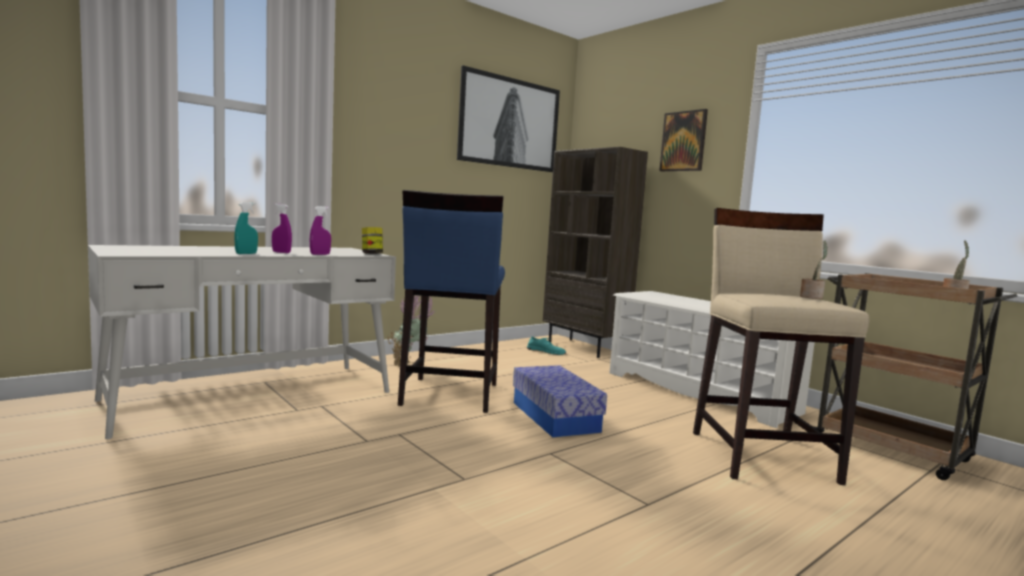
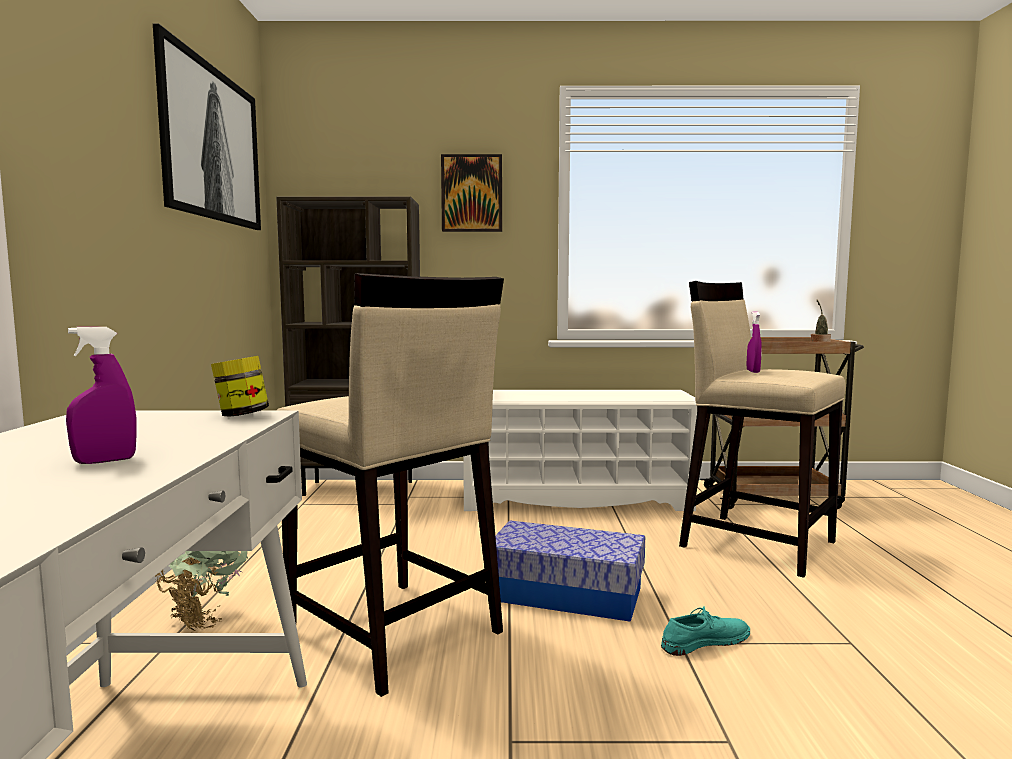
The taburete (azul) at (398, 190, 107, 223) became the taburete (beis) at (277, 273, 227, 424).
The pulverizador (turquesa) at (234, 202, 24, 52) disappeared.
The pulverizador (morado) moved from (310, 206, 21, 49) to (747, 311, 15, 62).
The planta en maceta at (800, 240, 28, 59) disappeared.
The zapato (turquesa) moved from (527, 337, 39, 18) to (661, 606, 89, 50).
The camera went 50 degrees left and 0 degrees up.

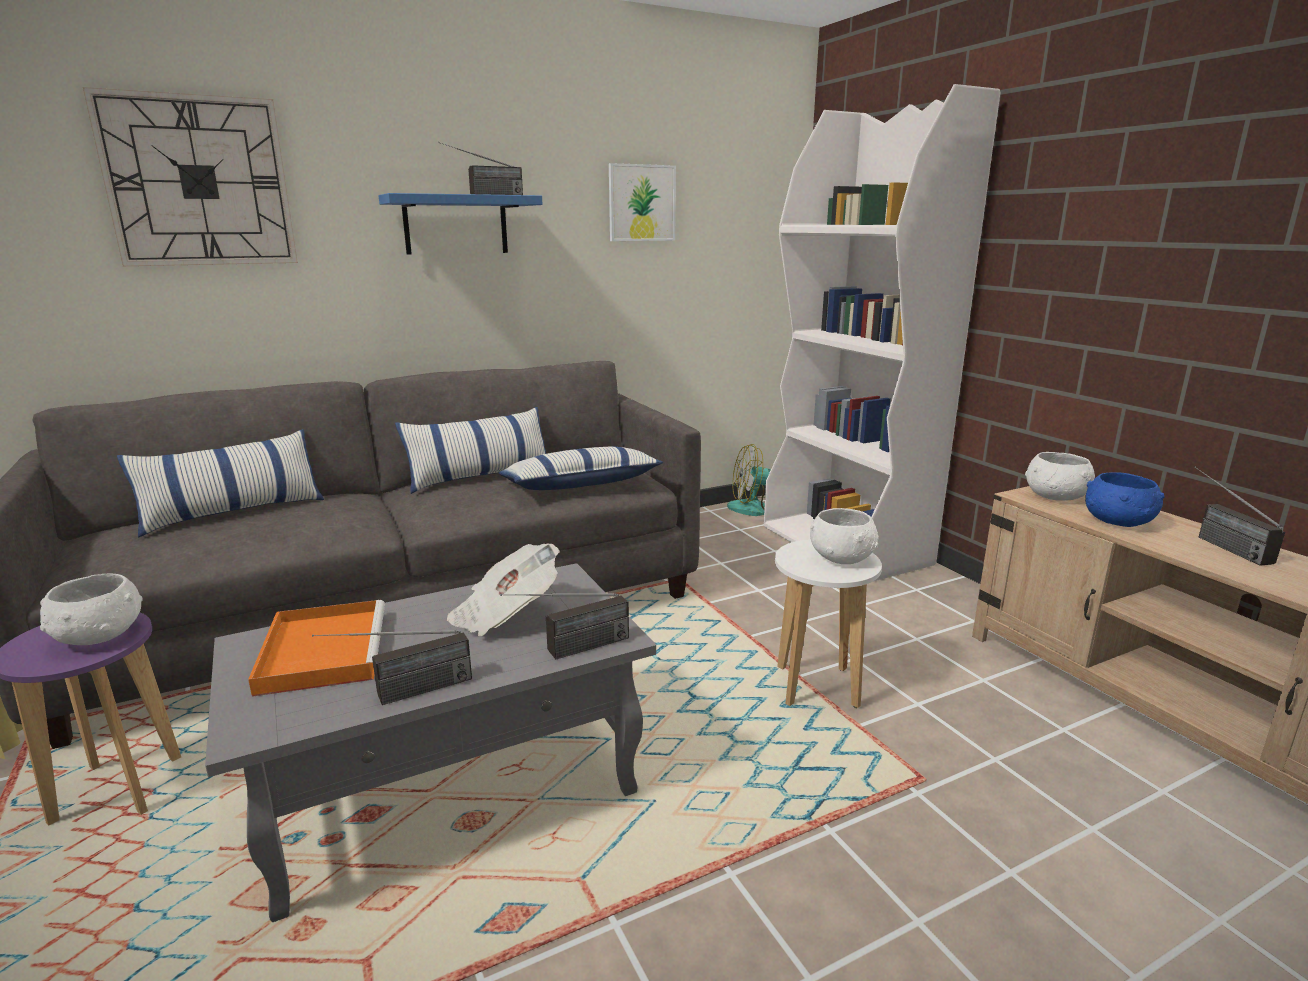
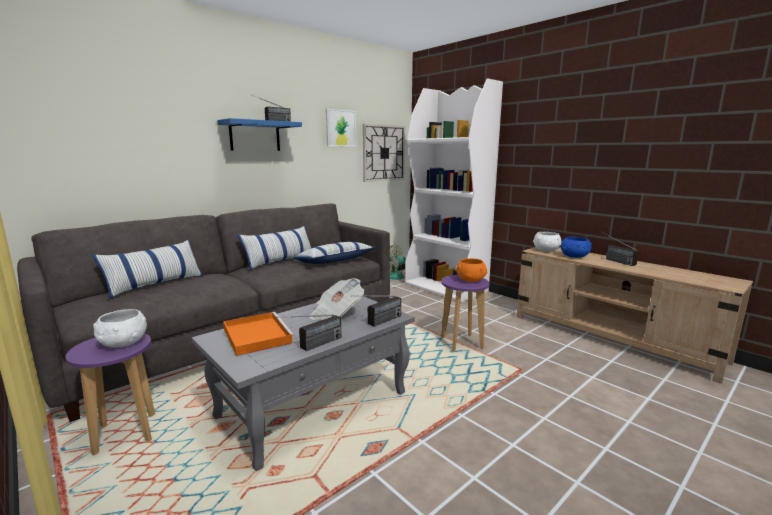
The reloj de pared moved from (83, 87, 215, 179) to (363, 124, 42, 58).
The cuenco (blanco) at (810, 508, 69, 56) became the cuenco (naranja) at (456, 258, 31, 24).
The taburete (blanco) at (775, 539, 107, 169) became the taburete (morado) at (441, 275, 49, 76).
The camera went 15 degrees left and 5 degrees down.

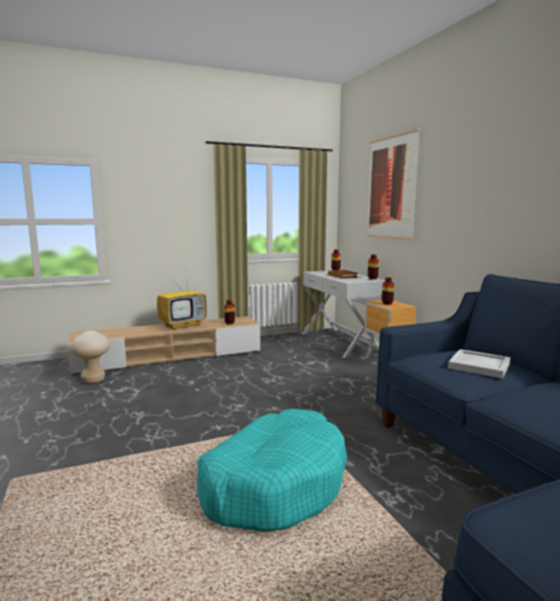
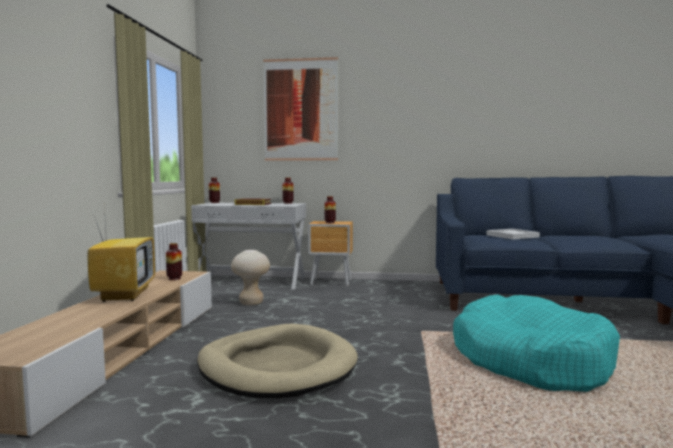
The taburete (beis) moved from (70, 331, 40, 53) to (231, 250, 39, 55).
The cama para perro (beis) at (197, 323, 161, 75) appeared.
The camera went 60 degrees left and 5 degrees down.

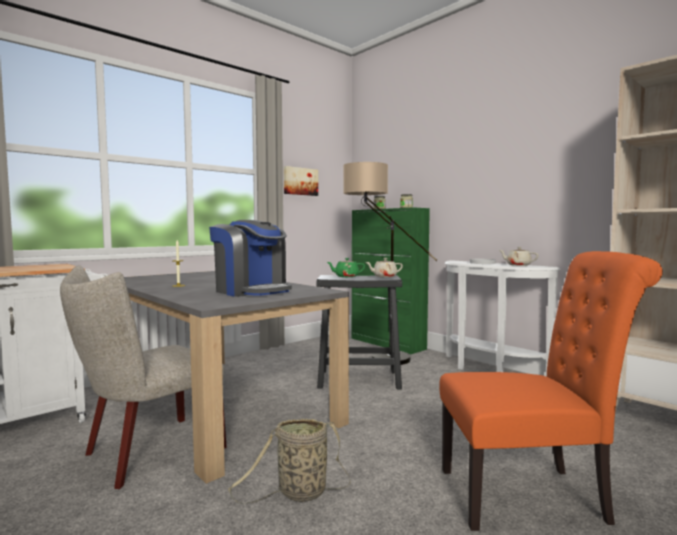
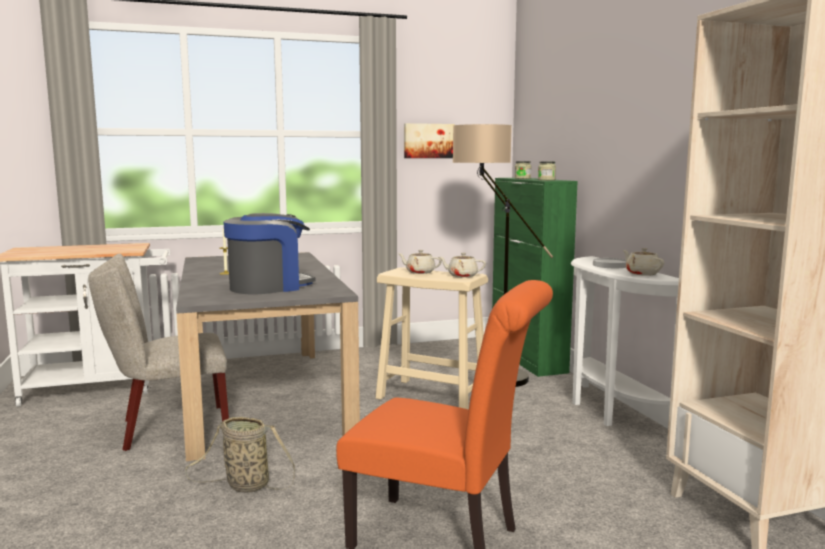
The cafetera at (209, 220, 83, 77) turned 105 degrees counterclockwise.
The tetera (verde) at (327, 258, 38, 19) became the tetera (beis) at (398, 250, 44, 24).
The taburete (negro) at (317, 275, 85, 114) became the taburete (beis) at (375, 267, 113, 143).
The camera went 25 degrees right and 5 degrees up.

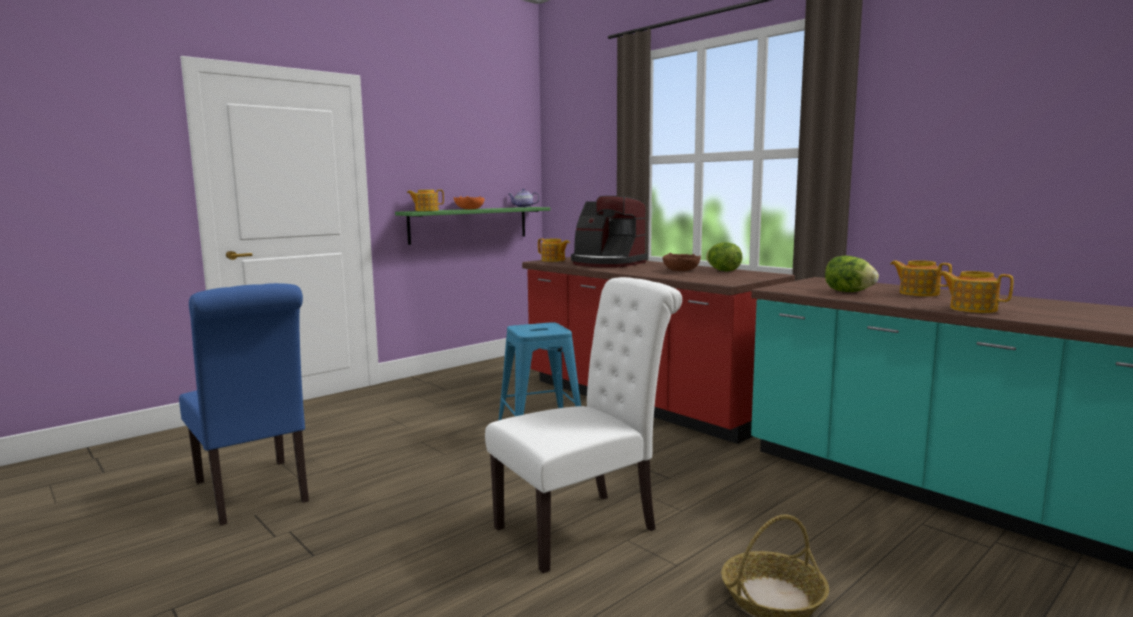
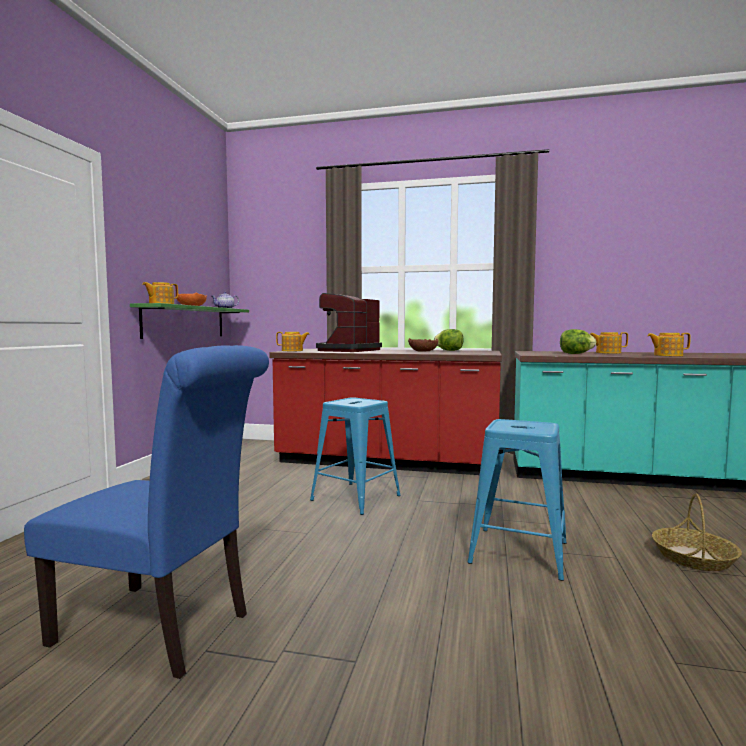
The cafetera at (571, 196, 77, 72) turned 120 degrees clockwise.
The silla (blanco) at (485, 277, 197, 296) was replaced by the taburete (azul) at (467, 419, 100, 162).
The camera went 35 degrees left and 5 degrees down.

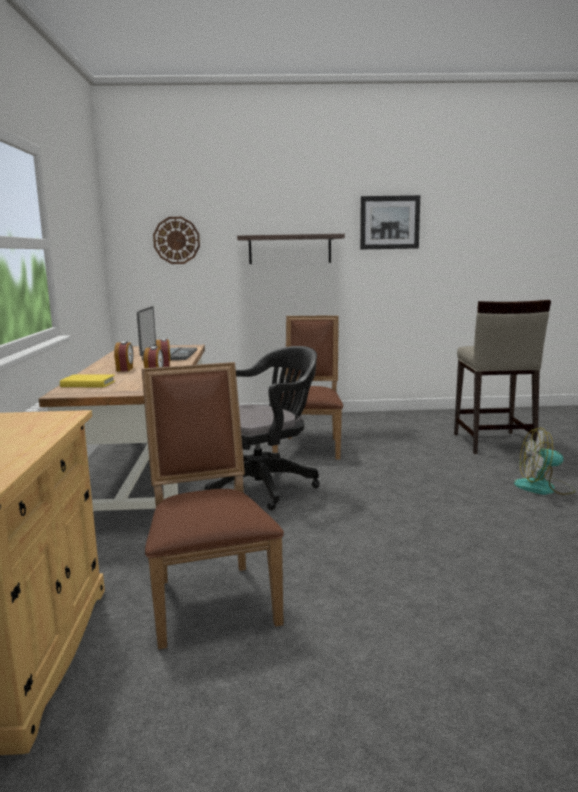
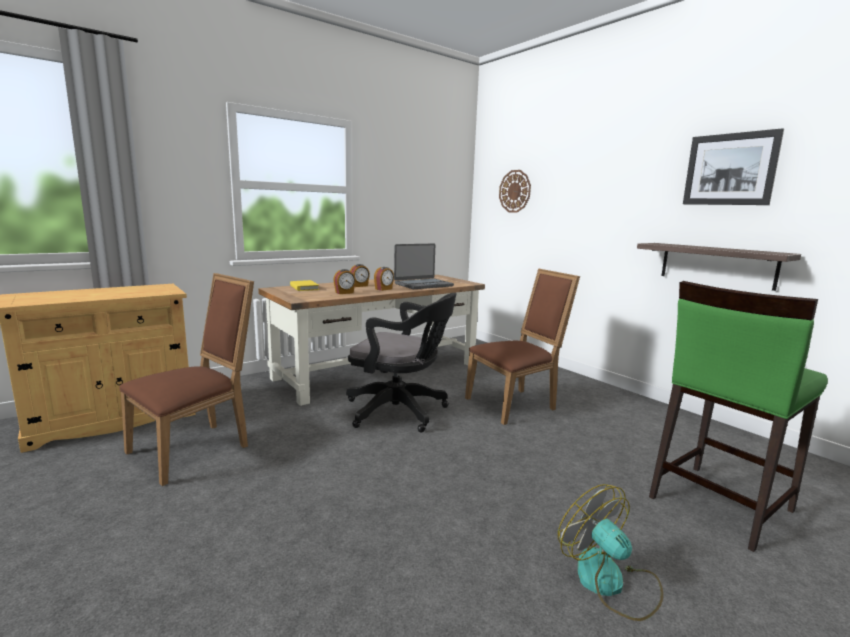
The estante moved from (237, 234, 108, 30) to (637, 243, 164, 48).
The taburete (beis) at (454, 300, 97, 154) became the taburete (verde) at (649, 281, 179, 271).
The camera went 55 degrees right and 0 degrees up.

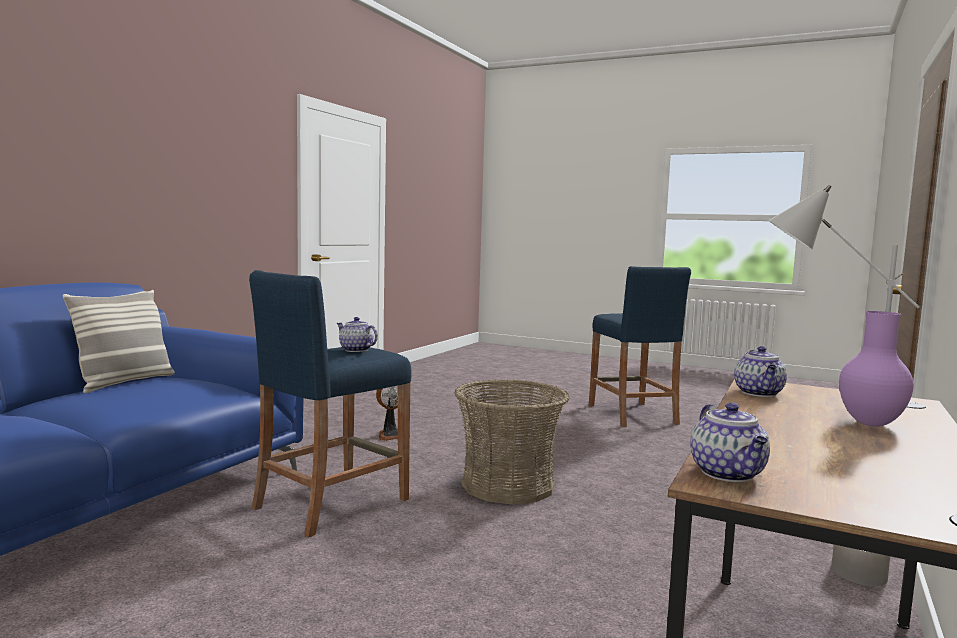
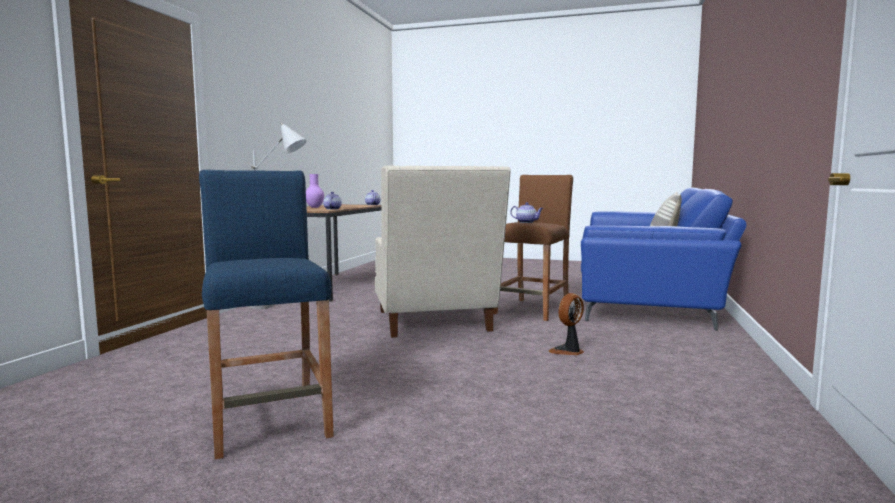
The taburete (azul) at (249, 270, 163, 268) became the taburete (marrón) at (493, 175, 80, 146).
The cesta at (454, 379, 115, 126) was replaced by the sillón (beis) at (375, 166, 135, 172).
The camera went 170 degrees right and 0 degrees up.

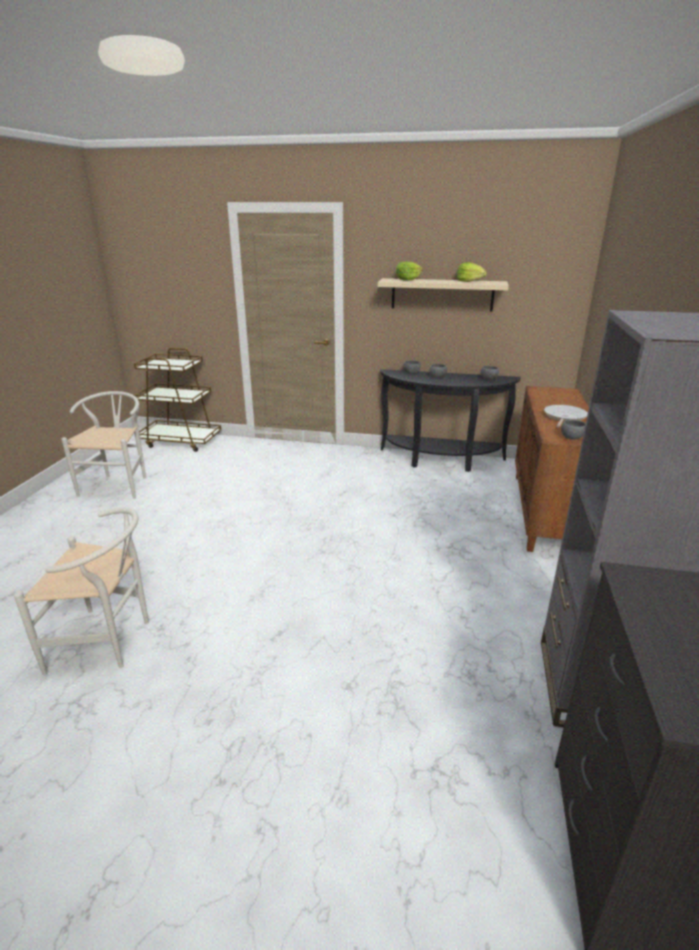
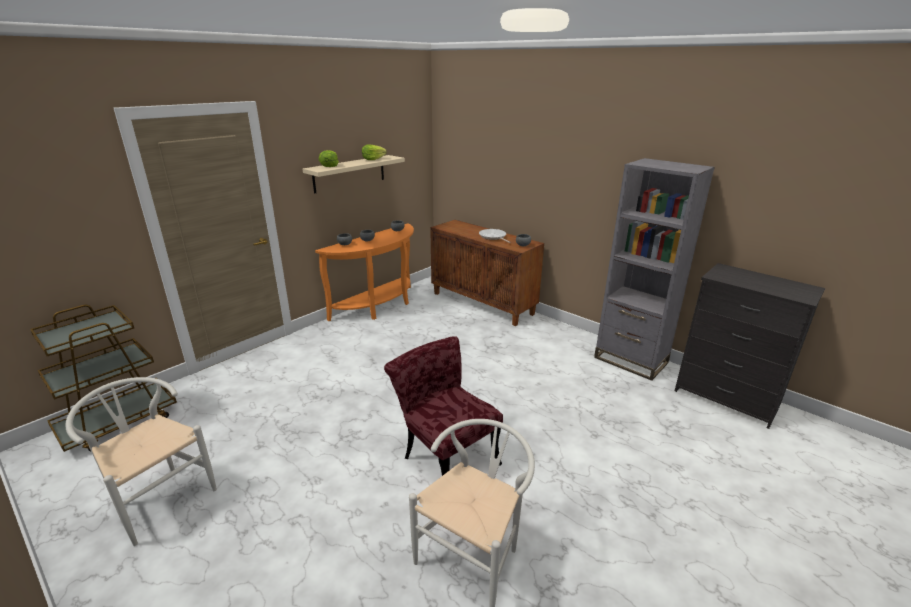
The mesa consola (negro) at (380, 369, 141, 103) became the mesa consola (naranja) at (315, 223, 99, 98).
The silla (rojo) at (384, 336, 119, 140) appeared.
The camera went 60 degrees left and 0 degrees up.

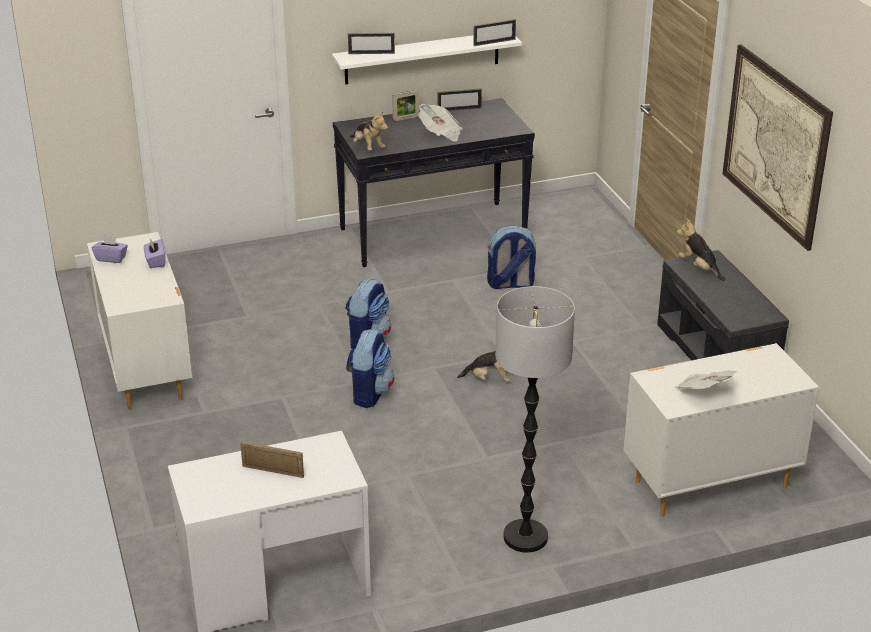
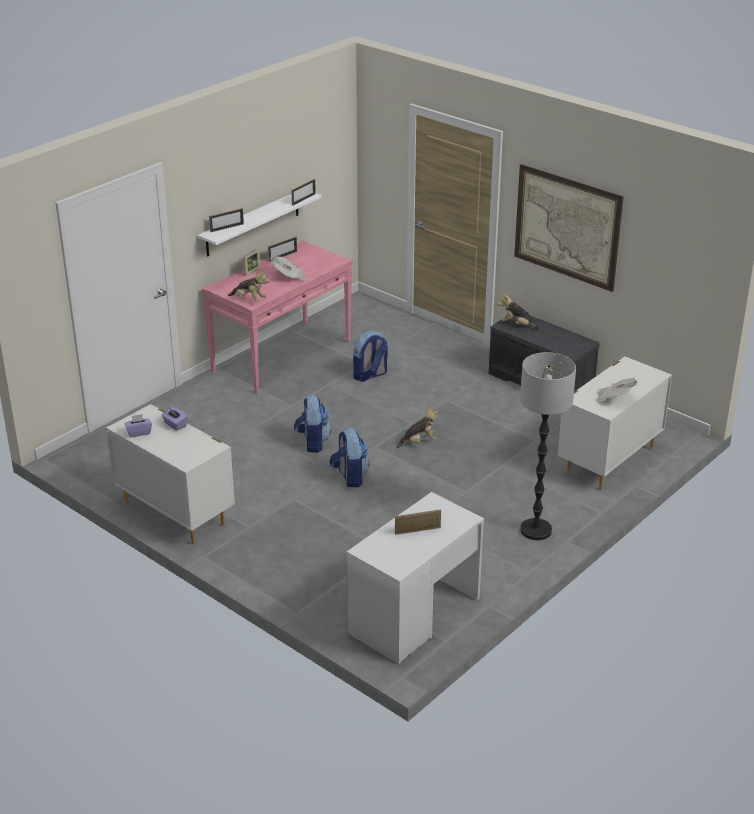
The mesa consola (negro) at (333, 98, 202, 169) became the mesa consola (rosa) at (202, 241, 151, 153).
The camera went 30 degrees left and 0 degrees up.

